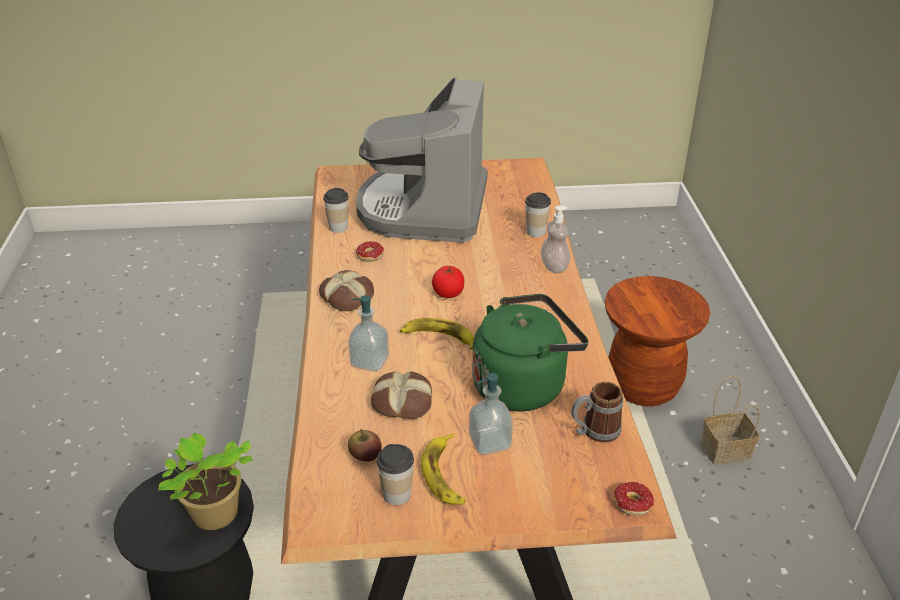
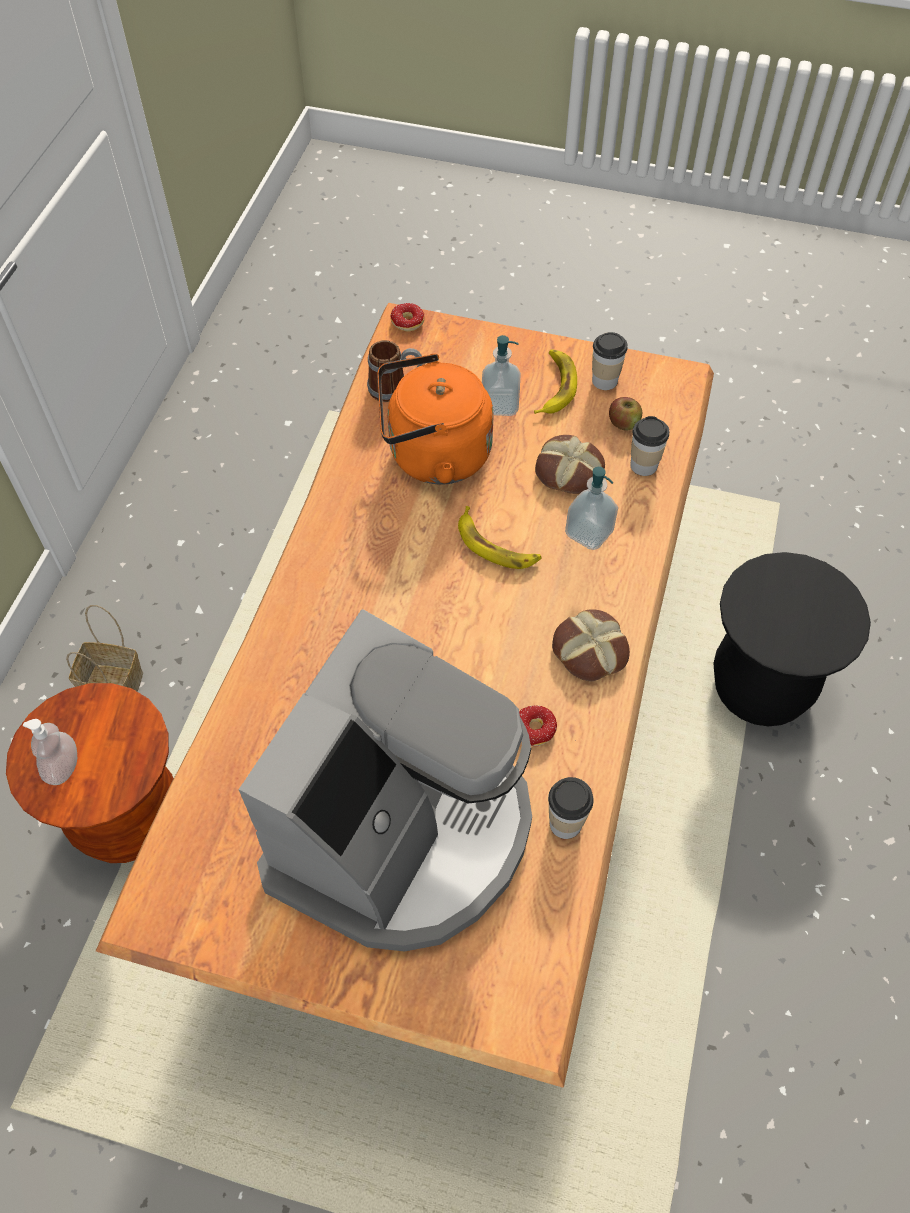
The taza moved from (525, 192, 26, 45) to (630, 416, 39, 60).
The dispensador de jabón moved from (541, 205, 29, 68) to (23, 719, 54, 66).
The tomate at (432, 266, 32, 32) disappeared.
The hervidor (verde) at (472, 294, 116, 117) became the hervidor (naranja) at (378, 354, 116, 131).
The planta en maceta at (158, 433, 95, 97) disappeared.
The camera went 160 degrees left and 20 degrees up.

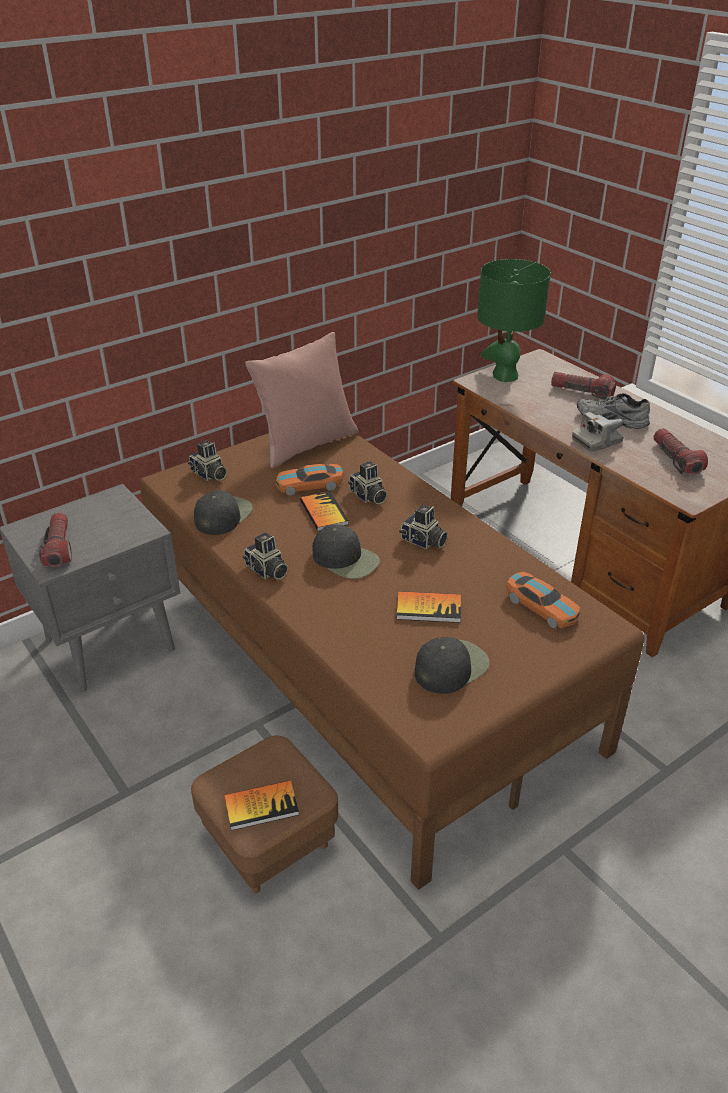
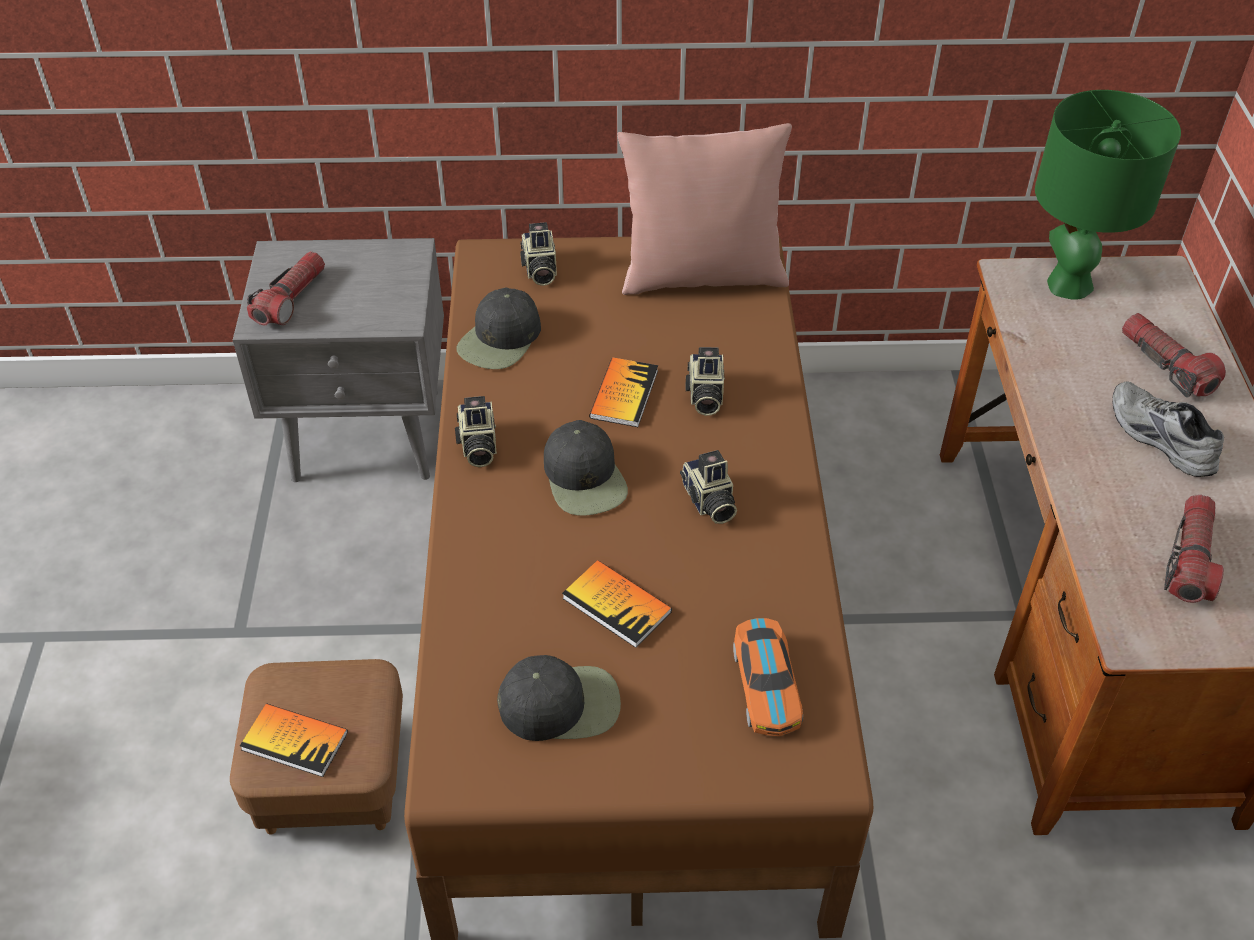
The cámara at (572, 412, 52, 40) disappeared.
The coche de juguete at (276, 464, 67, 31) disappeared.
The gorra (negro) at (194, 490, 59, 45) turned 150 degrees clockwise.
The camera went 35 degrees right and 10 degrees up.

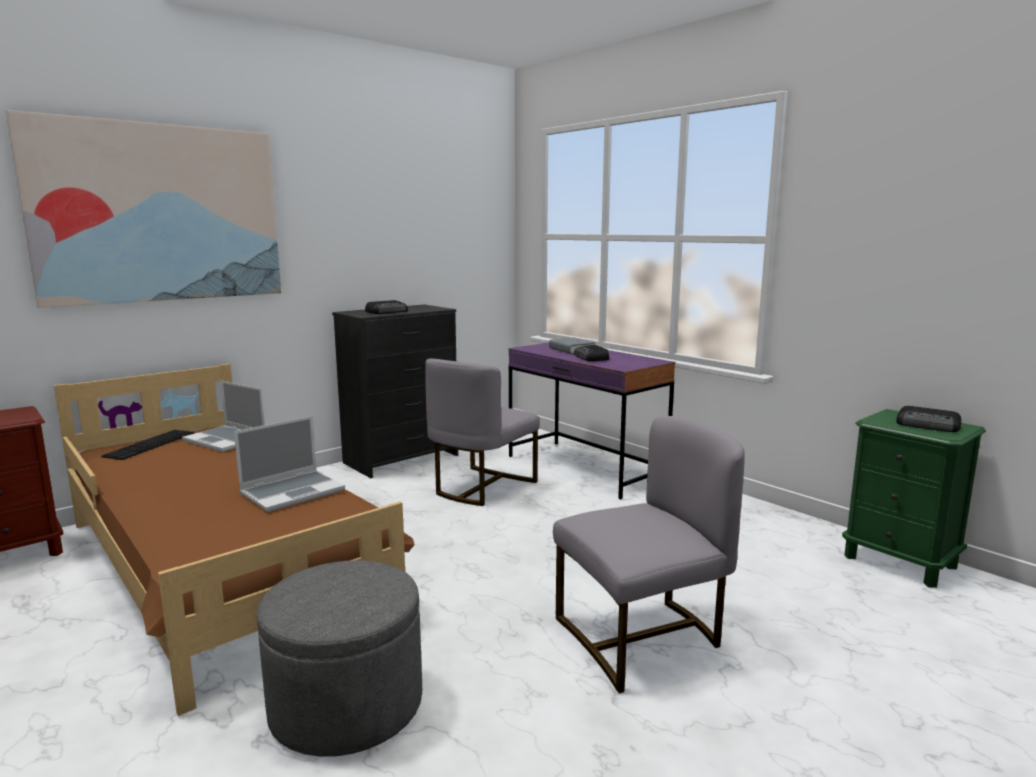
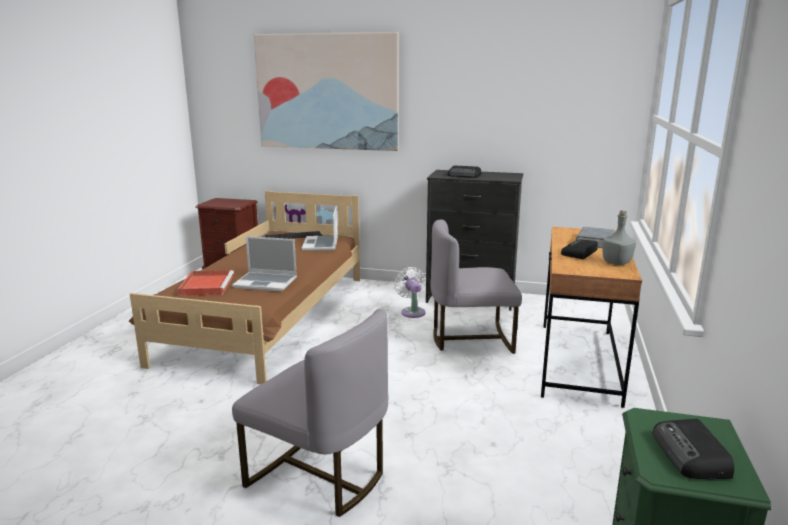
The escritorio (morado) at (508, 343, 167, 157) became the escritorio (marrón) at (541, 227, 101, 181).
The puf (gris) at (257, 560, 165, 197) disappeared.
The botella (gris) at (603, 211, 33, 54) appeared.
The ventilador (blanco) at (394, 267, 32, 51) appeared.
The bandeja (rojo) at (177, 270, 57, 26) appeared.
The camera went 55 degrees right and 5 degrees up.

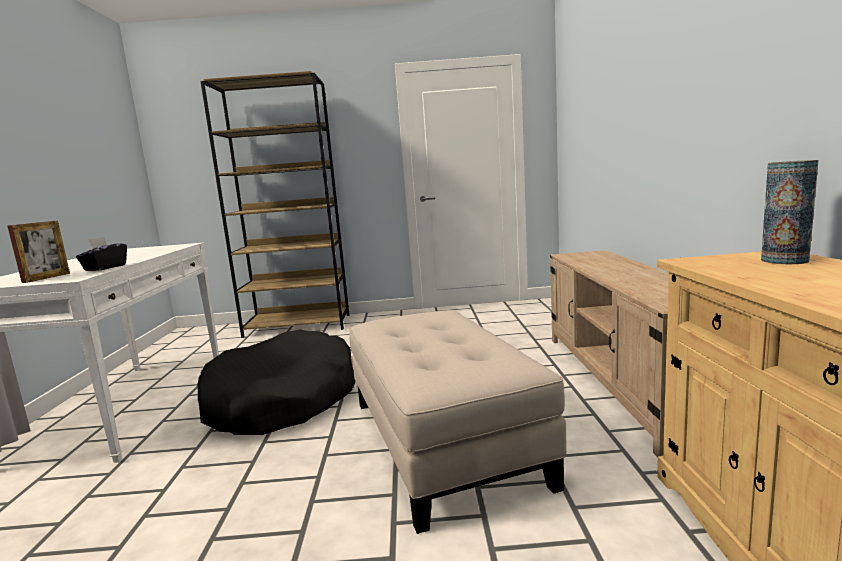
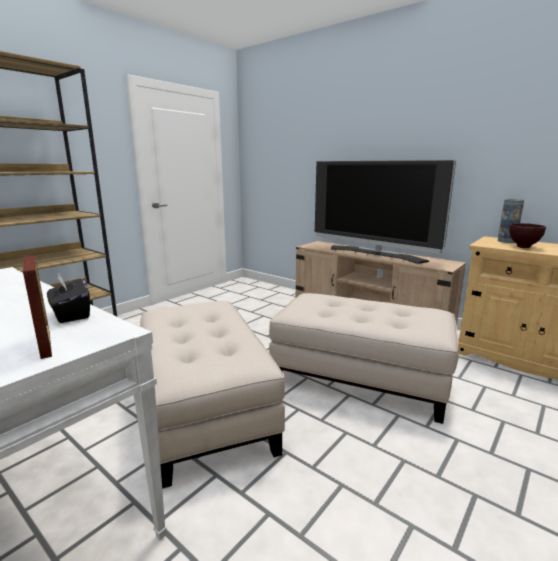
The cama para perro (negro) at (198, 329, 157, 106) was replaced by the puf (beis) at (140, 301, 145, 188).
The televisor at (315, 160, 141, 104) appeared.
The cuenco (marrón) at (509, 223, 37, 25) appeared.
The camera went 50 degrees left and 5 degrees up.

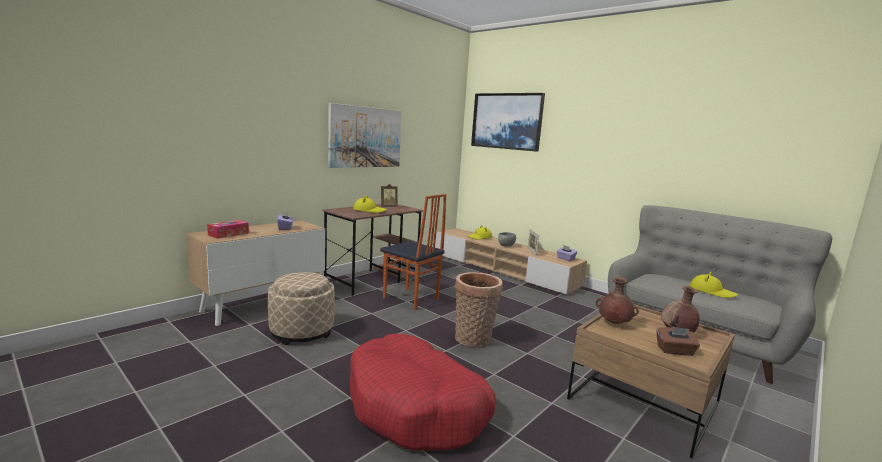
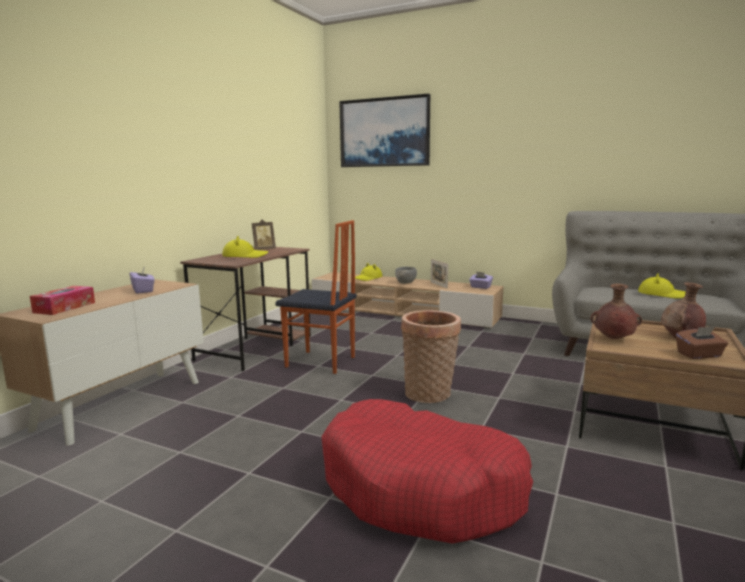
The cuadro at (328, 103, 74, 65) disappeared.
The puf (beis) at (268, 272, 67, 73) disappeared.
The camera went 15 degrees left and 0 degrees up.

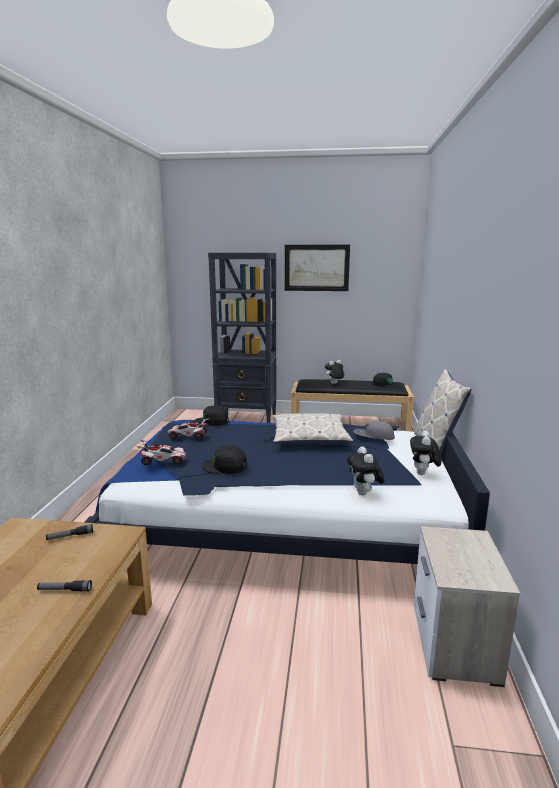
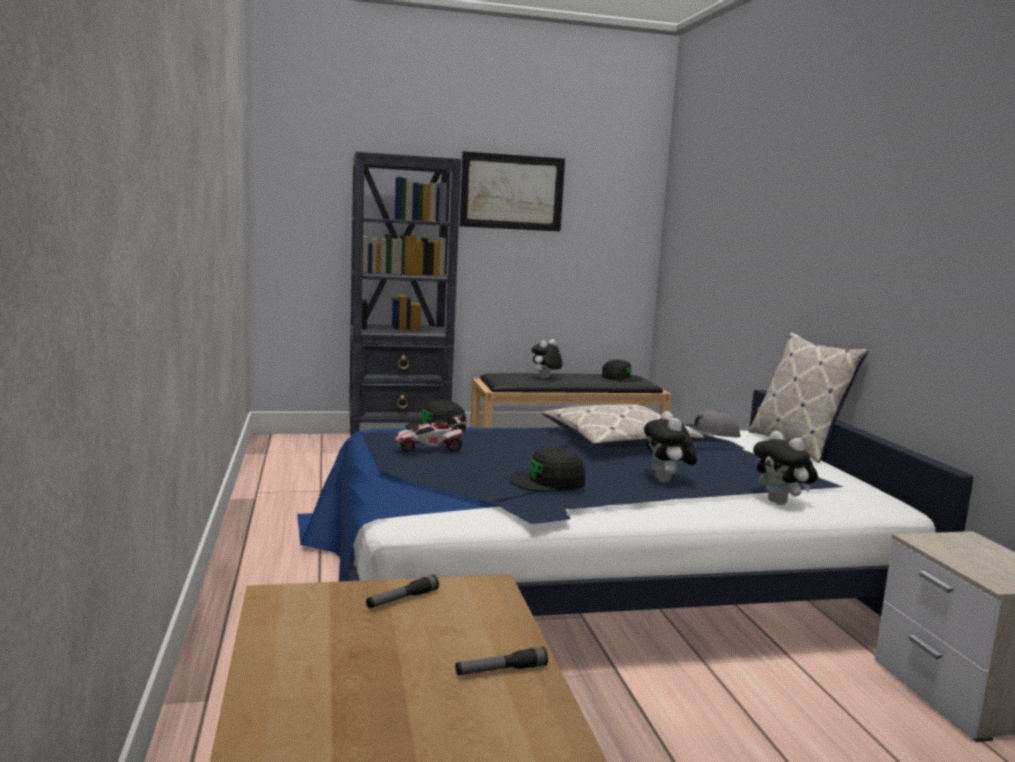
The peluche moved from (410, 431, 32, 44) to (644, 411, 53, 72).
The coche de juguete at (137, 440, 50, 25) disappeared.
The camera went 20 degrees left and 5 degrees down.

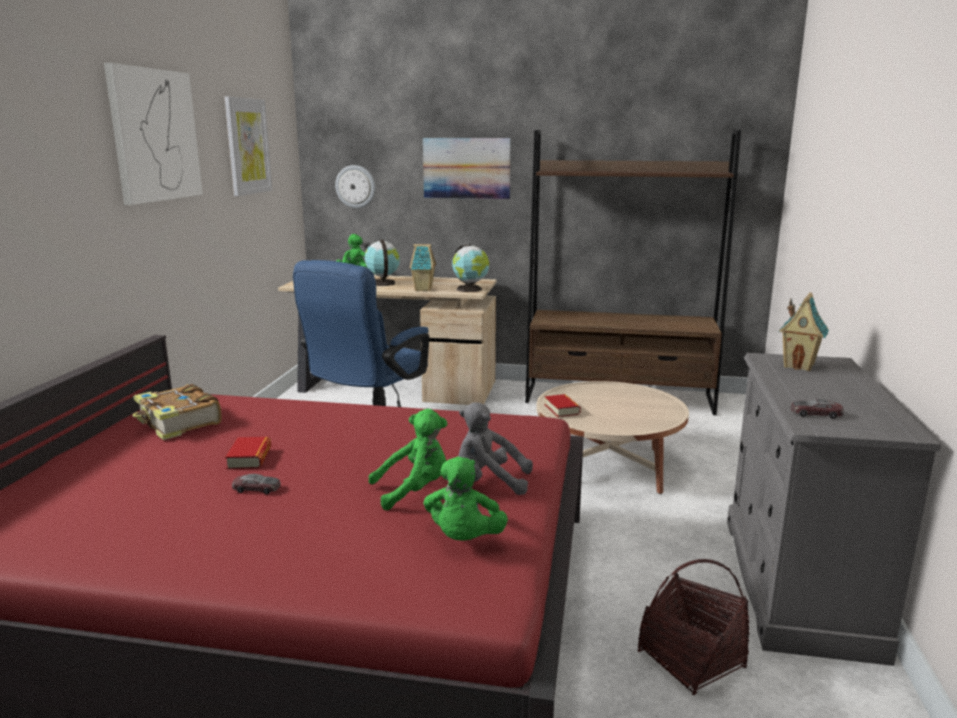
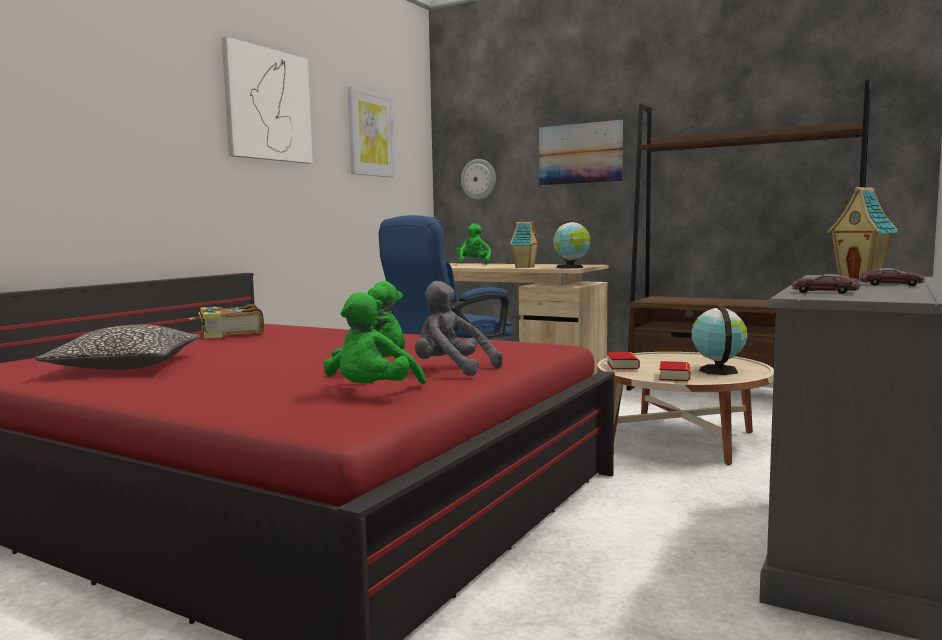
The globo terráqueo moved from (364, 240, 36, 46) to (691, 306, 56, 69).
The libro moved from (225, 437, 46, 32) to (659, 361, 31, 20).
The coche de juguete moved from (232, 474, 49, 21) to (860, 268, 64, 18).
The cesta at (638, 559, 111, 136) disappeared.
The cojín at (35, 325, 165, 44) appeared.
The camera went 20 degrees right and 10 degrees down.

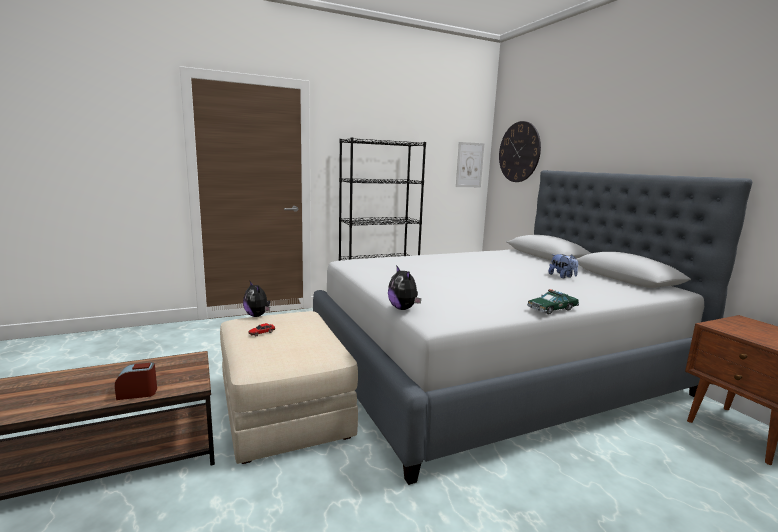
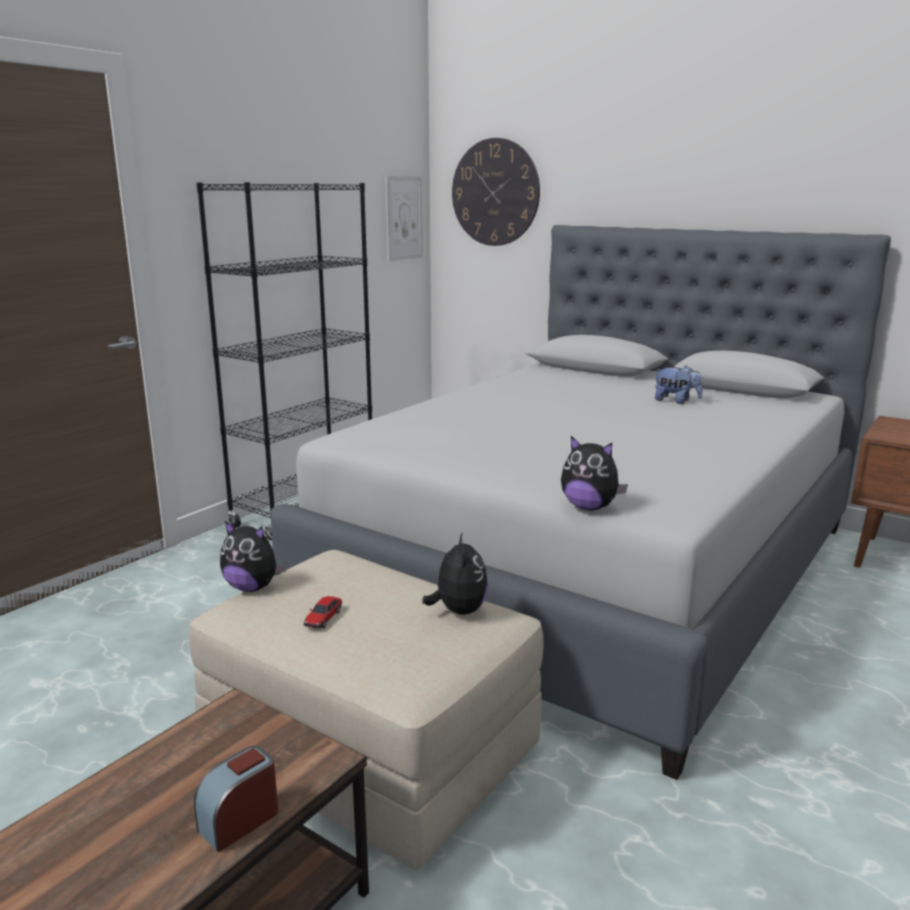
The coche de juguete at (527, 289, 52, 26) disappeared.
The peluche at (422, 532, 66, 83) appeared.
The camera went 30 degrees left and 5 degrees up.

